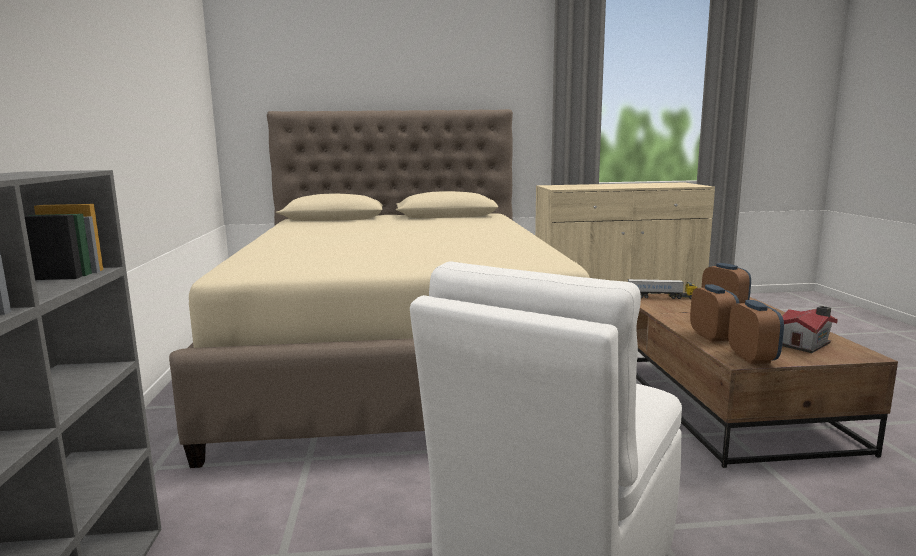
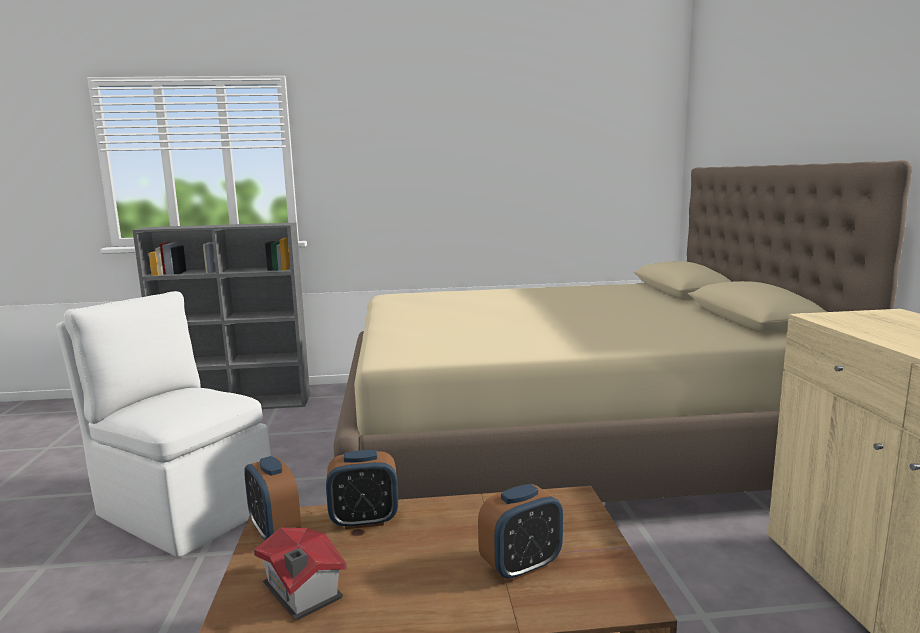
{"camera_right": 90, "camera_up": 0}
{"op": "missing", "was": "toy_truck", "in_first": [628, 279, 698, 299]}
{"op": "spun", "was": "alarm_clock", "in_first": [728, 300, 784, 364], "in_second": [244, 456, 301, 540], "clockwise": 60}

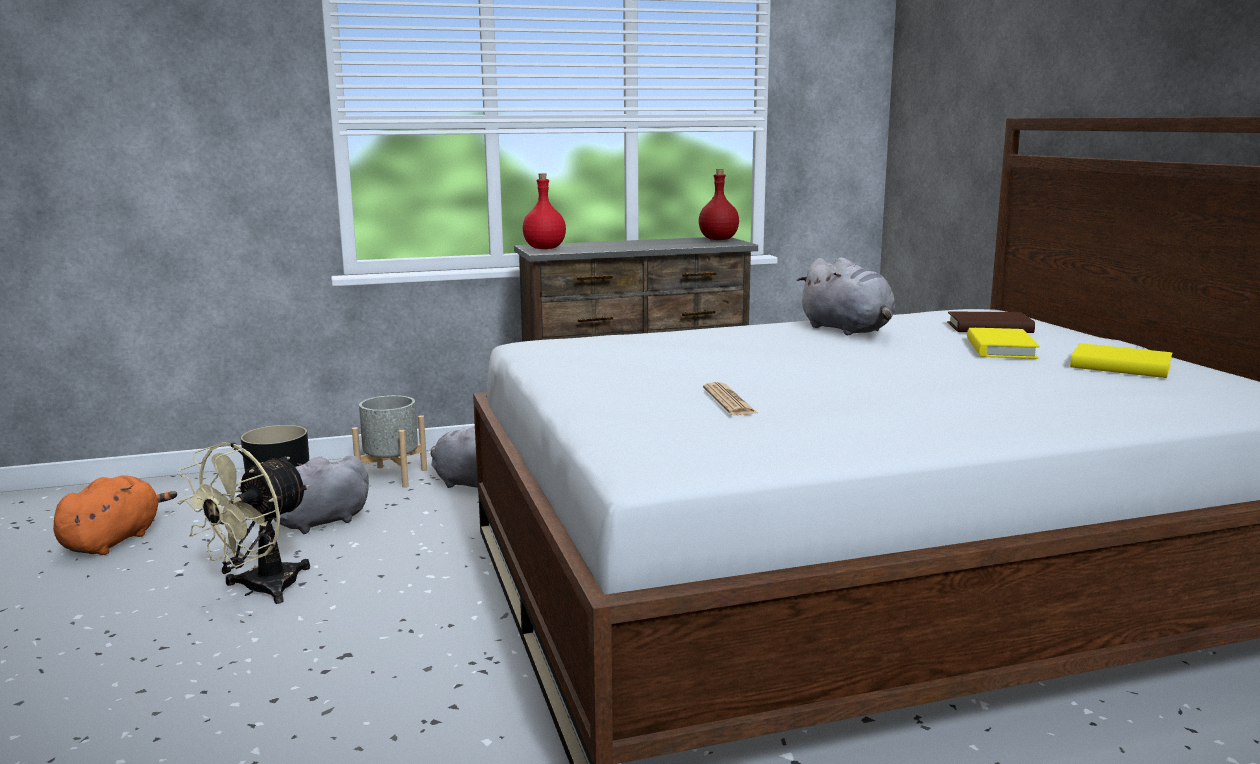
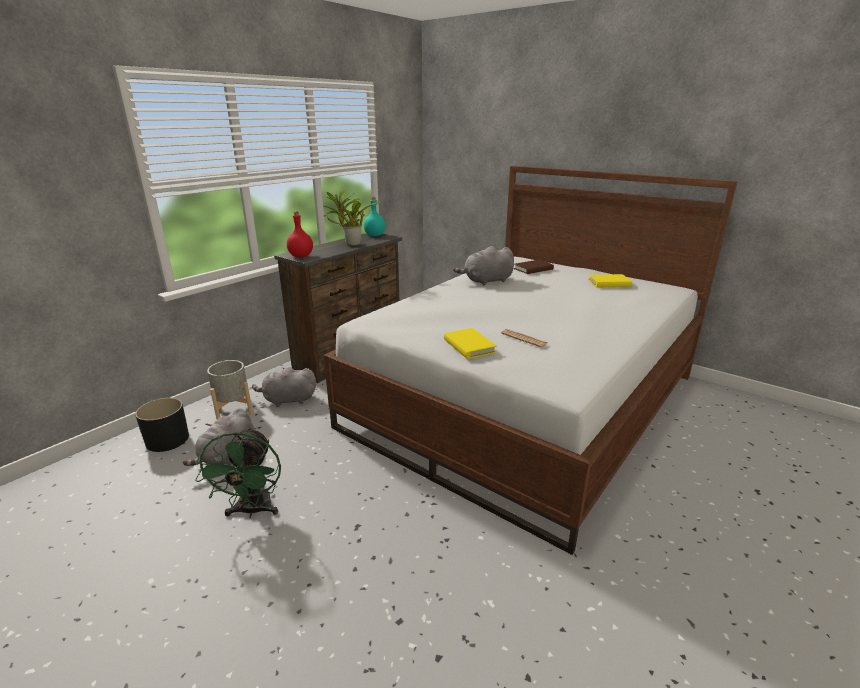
{"camera_right": -35, "camera_up": 10}
{"op": "missing", "was": "orange_plush_toy", "in_first": [53, 475, 177, 555]}
{"op": "appeared", "now": "potted_plant", "in_second": [323, 189, 381, 246]}
{"op": "relocated", "was": "yellow_book", "in_first": [967, 328, 1040, 359], "in_second": [444, 328, 497, 359]}
{"op": "colour", "was": "beige_fan", "now": "green_fan", "in_first": [177, 442, 310, 604], "in_second": [195, 427, 281, 518]}
{"op": "colour", "was": "red_bottle", "now": "turquoise_bottle", "in_first": [699, 169, 739, 240], "in_second": [363, 197, 386, 236]}
{"op": "spun", "was": "grey_plush_toy", "in_first": [797, 257, 896, 335], "in_second": [453, 246, 514, 285], "clockwise": 135}

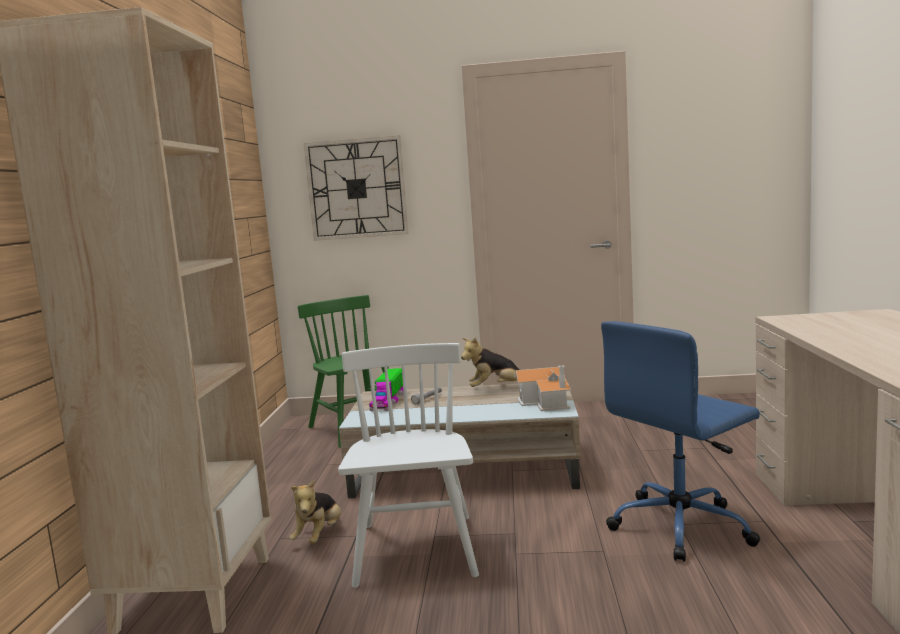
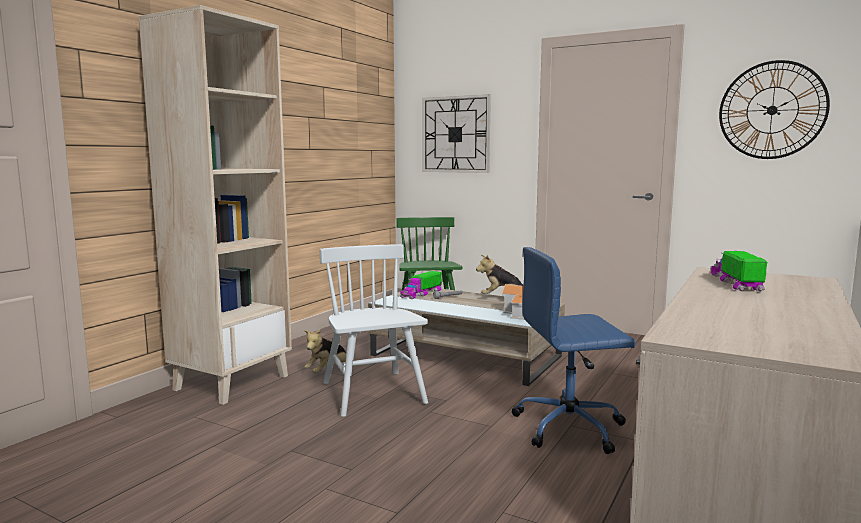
{"camera_right": 25, "camera_up": 0}
{"op": "appeared", "now": "toy_truck", "in_second": [711, 251, 767, 292]}
{"op": "appeared", "now": "wall_clock", "in_second": [719, 60, 830, 159]}
{"op": "spun", "was": "white_chair", "in_first": [338, 343, 479, 588], "in_second": [320, 244, 428, 417], "clockwise": -45}

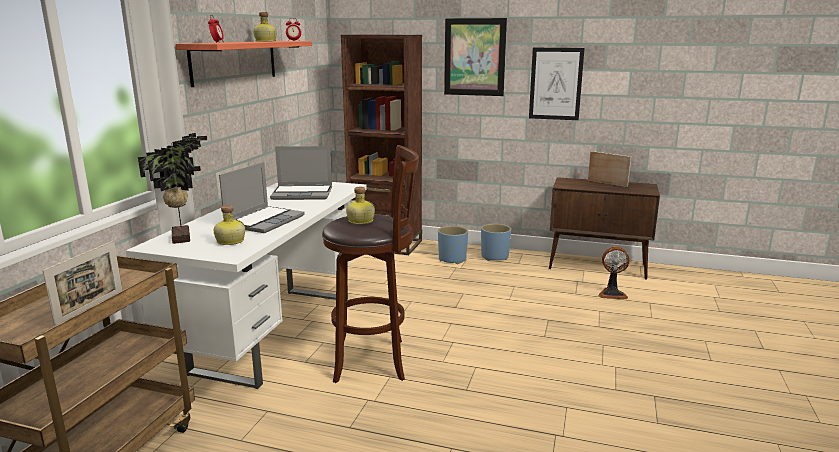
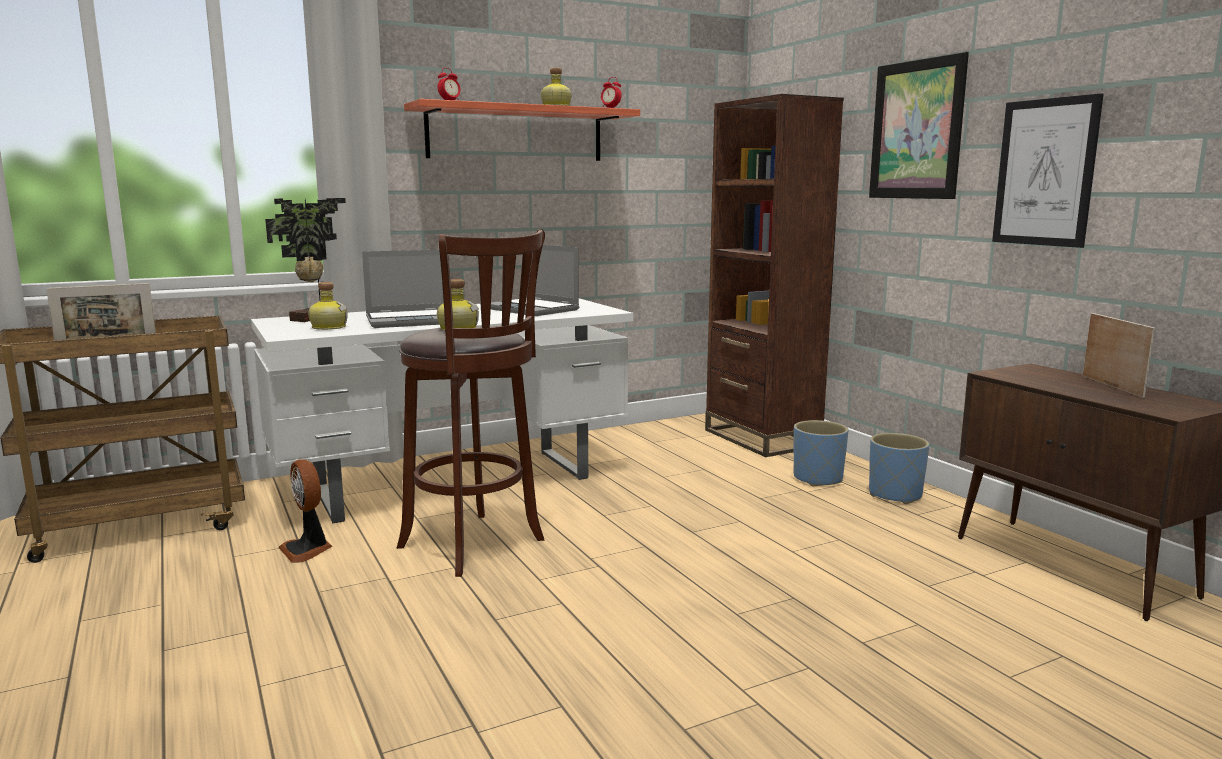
{"camera_right": 45, "camera_up": -5}
{"op": "relocated", "was": "fan", "in_first": [599, 247, 629, 299], "in_second": [278, 460, 332, 563]}

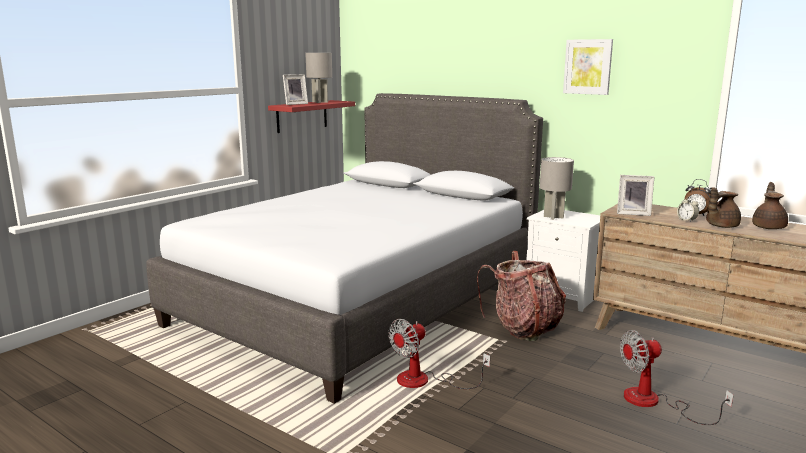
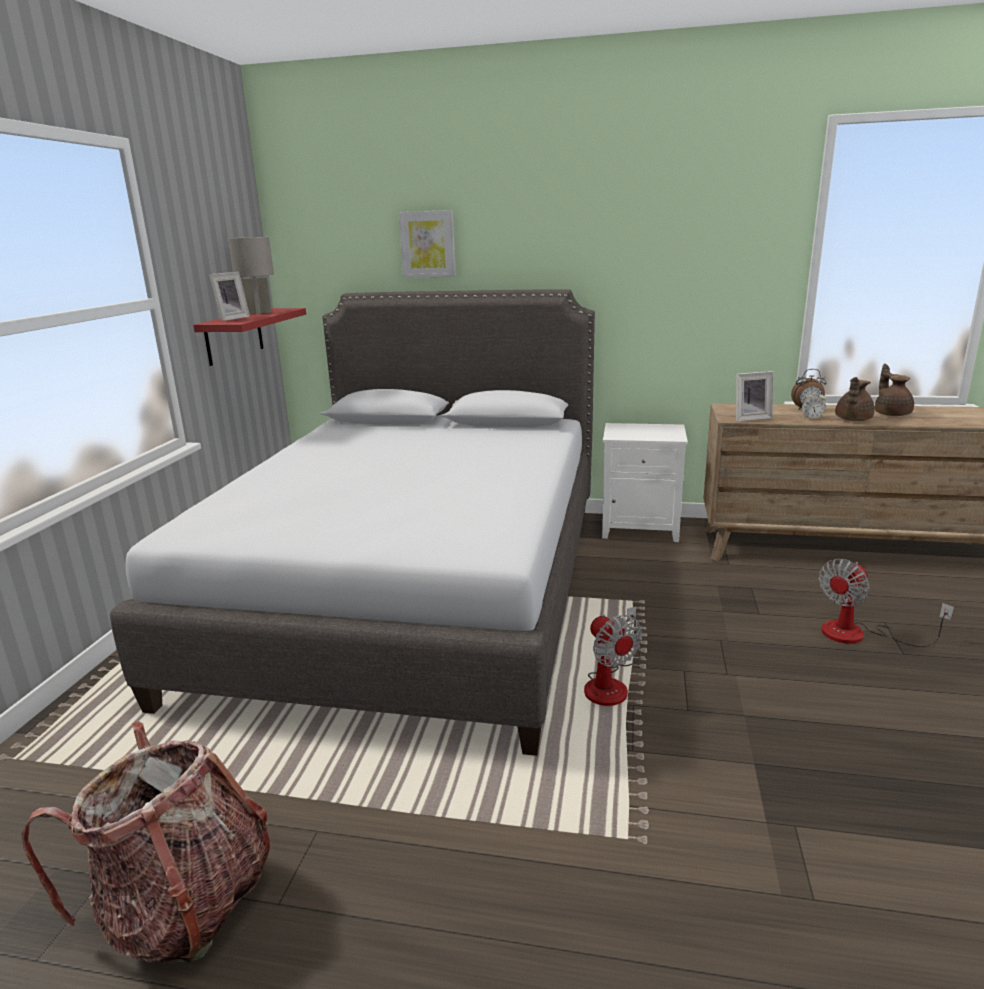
{"camera_right": -25, "camera_up": 5}
{"op": "missing", "was": "grey_table_lamp", "in_first": [540, 157, 574, 220]}
{"op": "relocated", "was": "backpack", "in_first": [477, 251, 566, 341], "in_second": [21, 721, 270, 964]}
{"op": "relocated", "was": "picture", "in_first": [563, 39, 613, 95], "in_second": [398, 210, 456, 278]}
{"op": "spun", "was": "fan", "in_first": [388, 319, 490, 389], "in_second": [584, 606, 642, 706], "clockwise": -45}

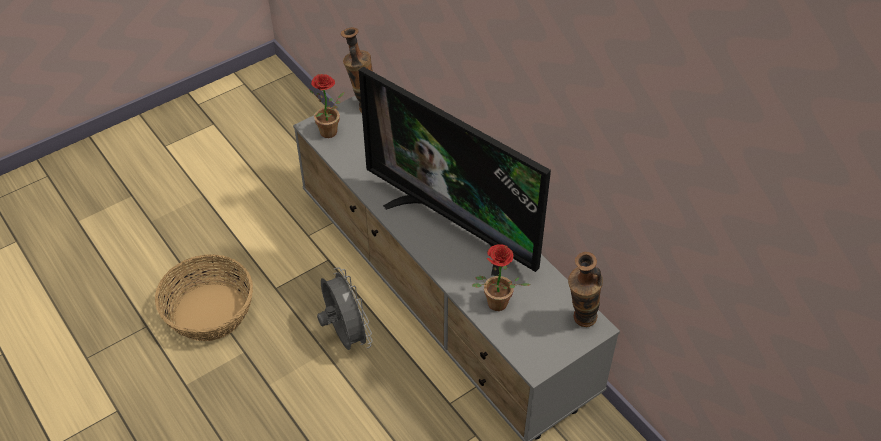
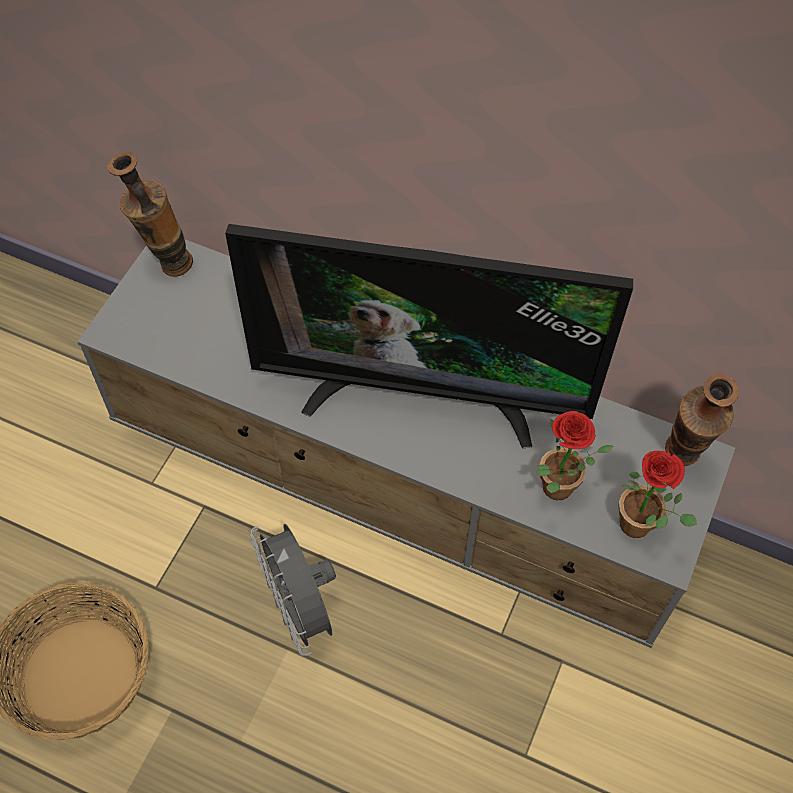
{"camera_right": -30, "camera_up": 10}
{"op": "relocated", "was": "potted_plant", "in_first": [308, 74, 344, 138], "in_second": [618, 451, 697, 538]}
{"op": "spun", "was": "grey_fan", "in_first": [317, 267, 372, 350], "in_second": [250, 524, 336, 656], "clockwise": -150}

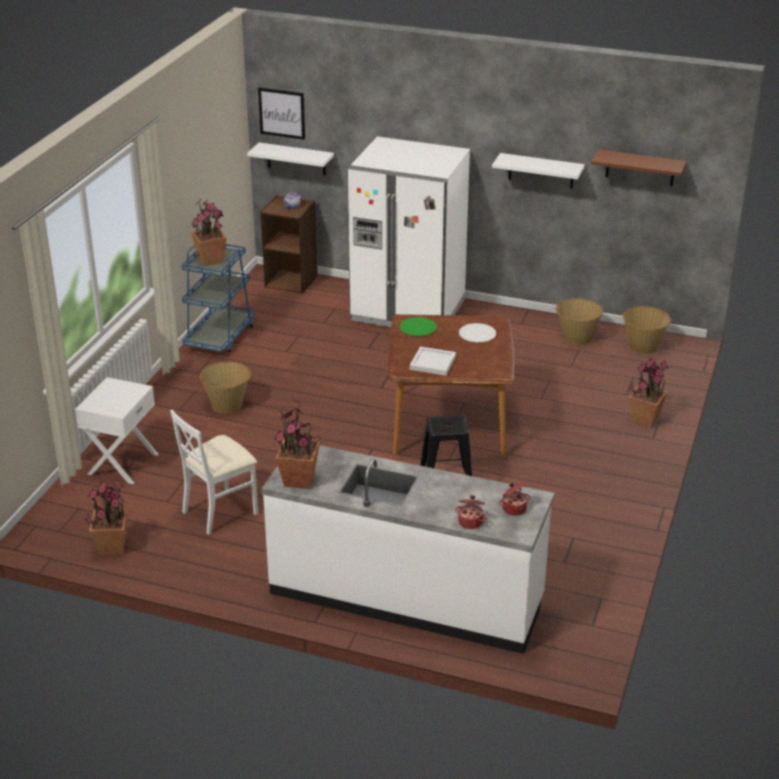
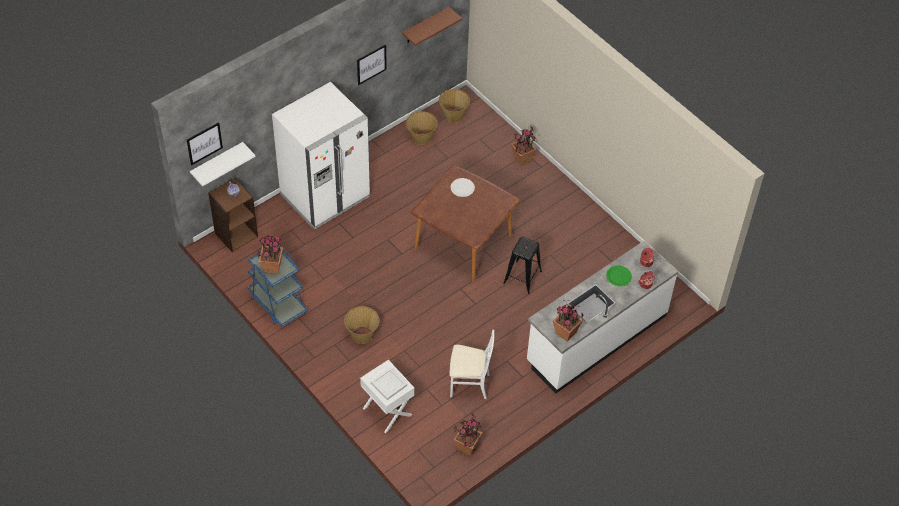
{"camera_right": -60, "camera_up": 20}
{"op": "relocated", "was": "green_plate", "in_first": [400, 317, 437, 336], "in_second": [606, 265, 632, 286]}
{"op": "relocated", "was": "white_tray", "in_first": [410, 347, 456, 376], "in_second": [371, 367, 407, 400]}
{"op": "exchanged", "was": "white_shelf", "now": "picture", "in_first": [492, 153, 585, 188], "in_second": [357, 44, 387, 85]}
{"op": "spun", "was": "white_chair", "in_first": [170, 410, 258, 535], "in_second": [450, 330, 494, 399], "clockwise": -75}

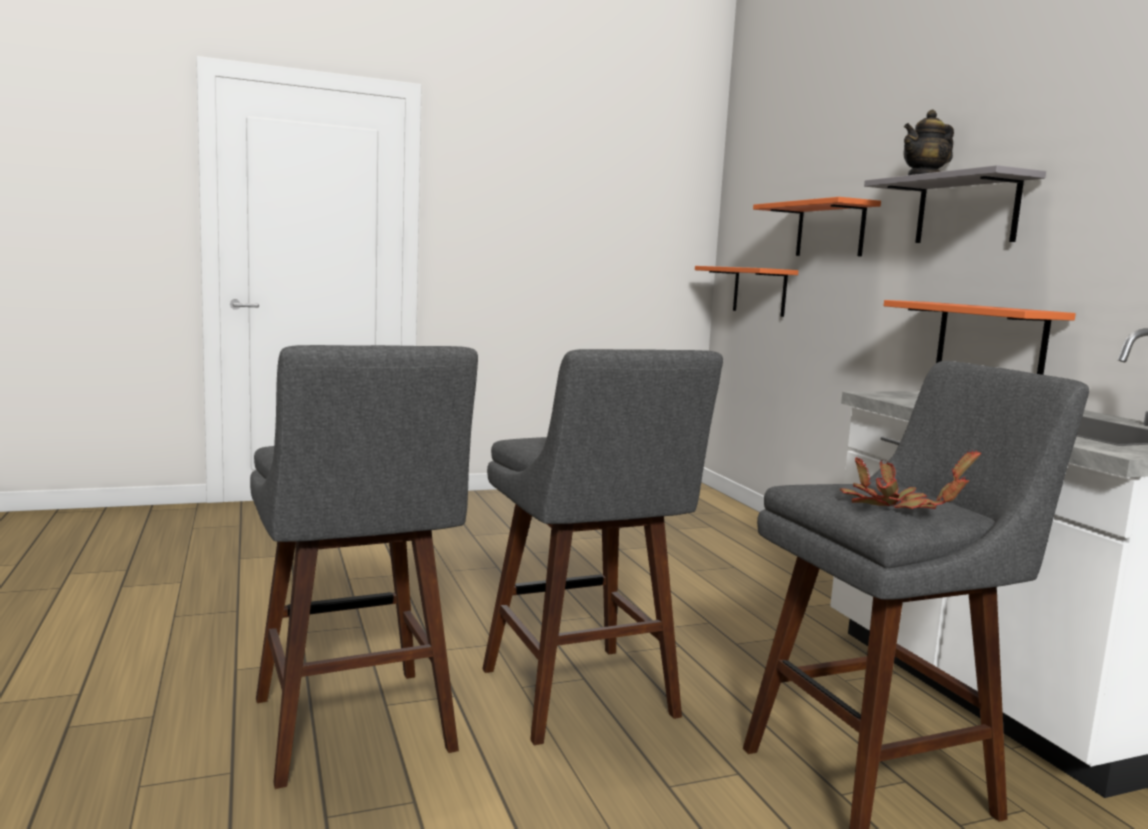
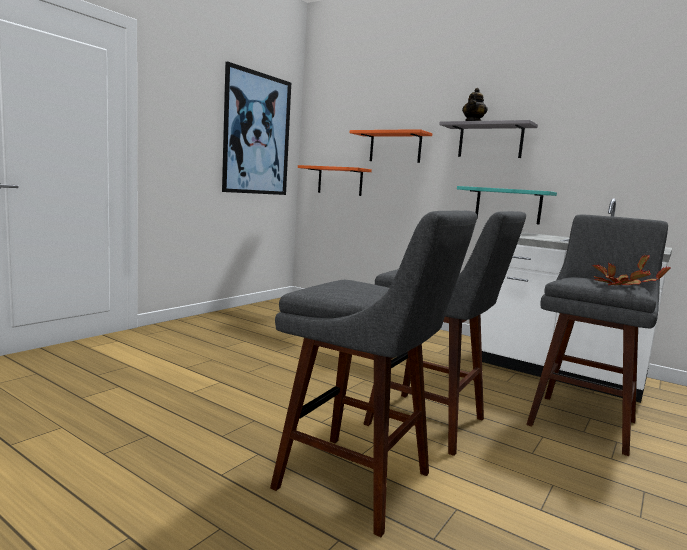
{"camera_right": -35, "camera_up": 0}
{"op": "appeared", "now": "picture", "in_second": [222, 62, 291, 195]}
{"op": "colour", "was": "orange_shelf", "now": "turquoise_shelf", "in_first": [884, 300, 1076, 375], "in_second": [457, 186, 557, 225]}

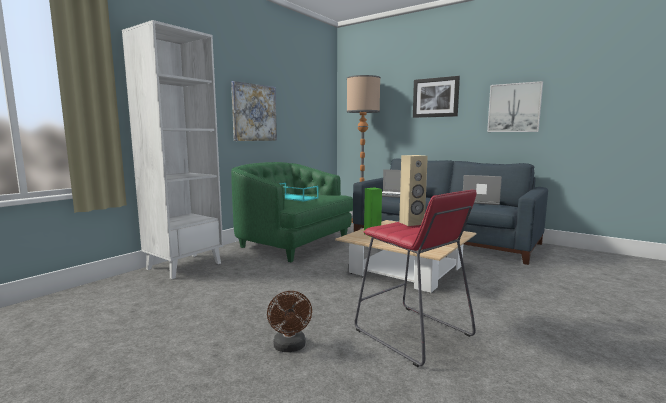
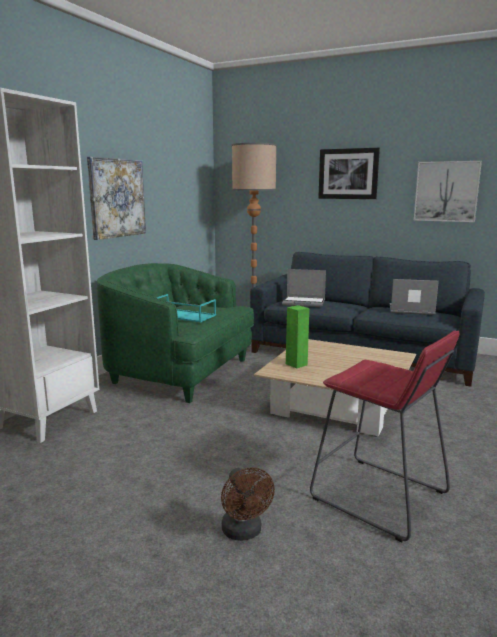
{"camera_right": -10, "camera_up": 5}
{"op": "missing", "was": "beige_speaker", "in_first": [399, 155, 428, 226]}

